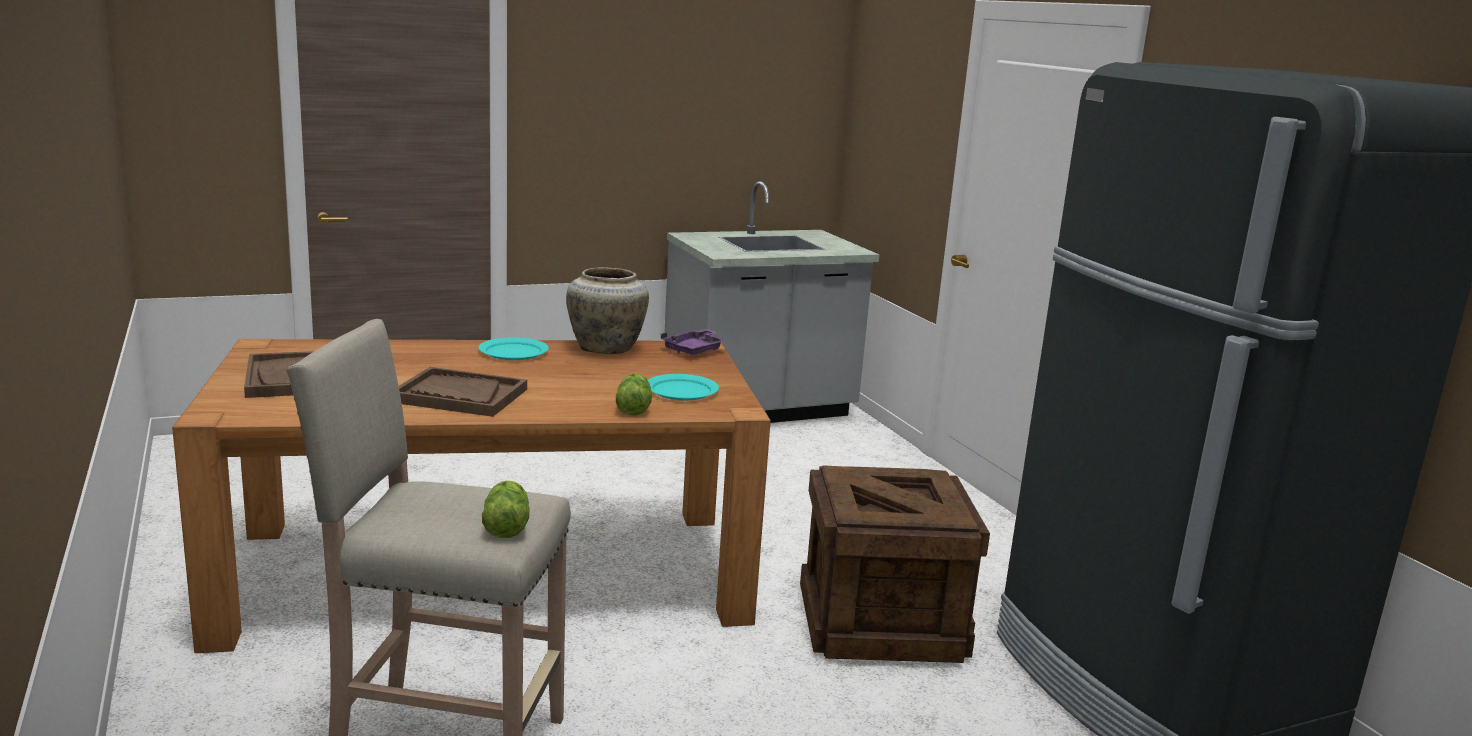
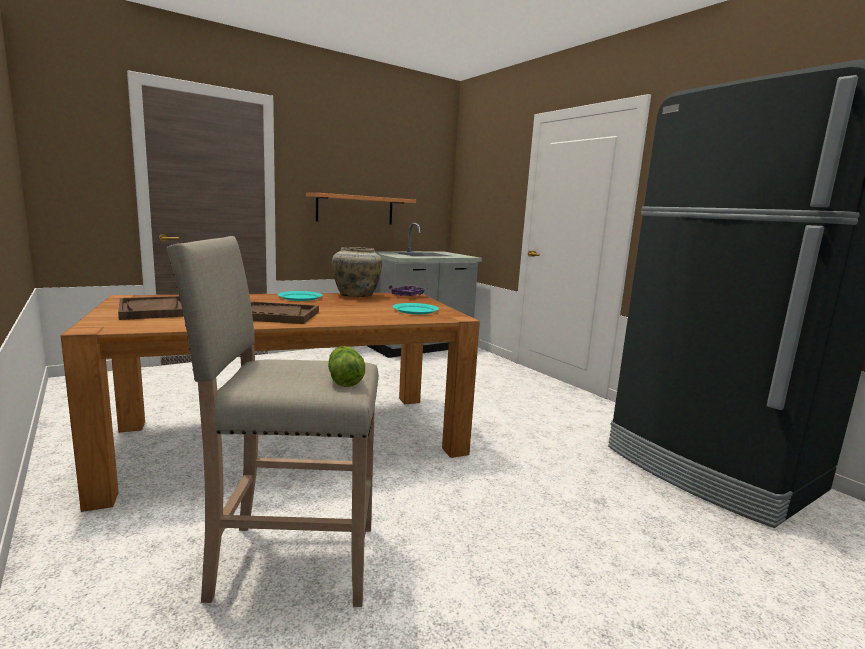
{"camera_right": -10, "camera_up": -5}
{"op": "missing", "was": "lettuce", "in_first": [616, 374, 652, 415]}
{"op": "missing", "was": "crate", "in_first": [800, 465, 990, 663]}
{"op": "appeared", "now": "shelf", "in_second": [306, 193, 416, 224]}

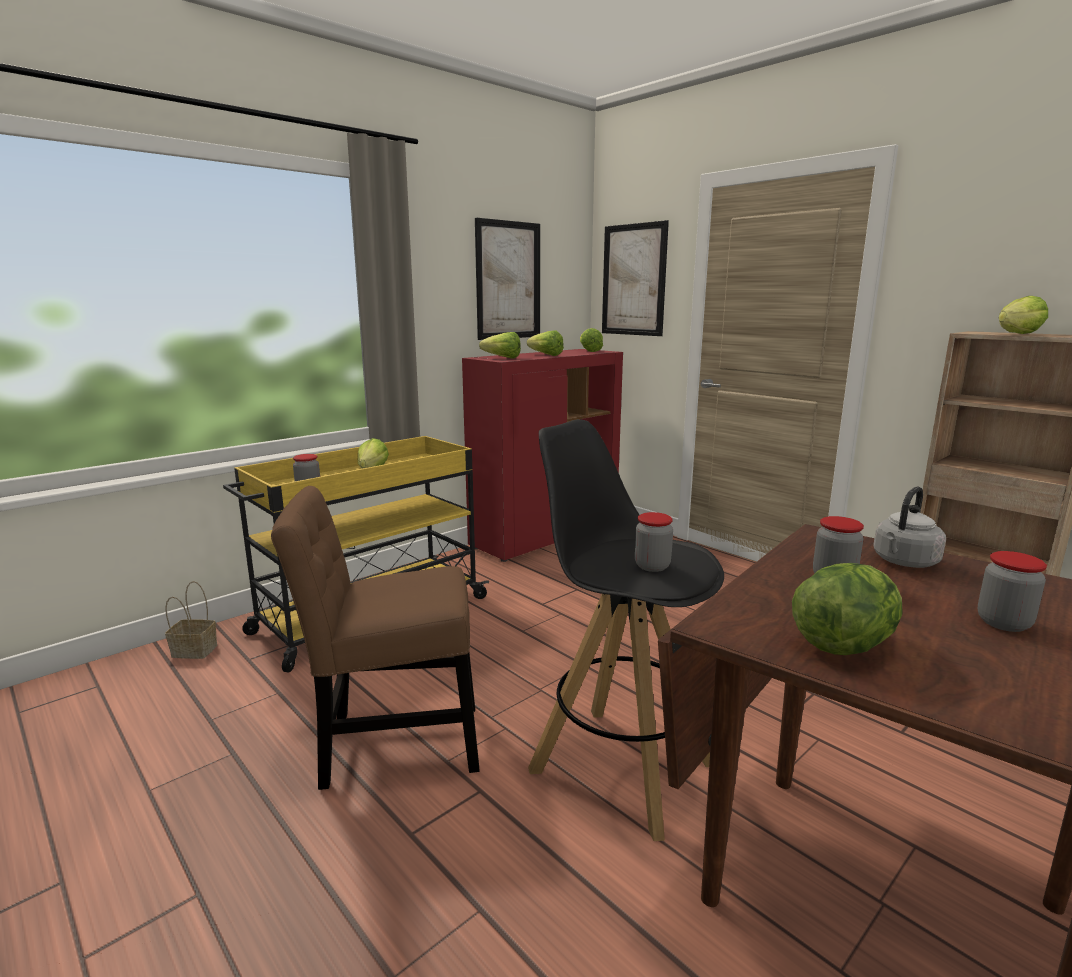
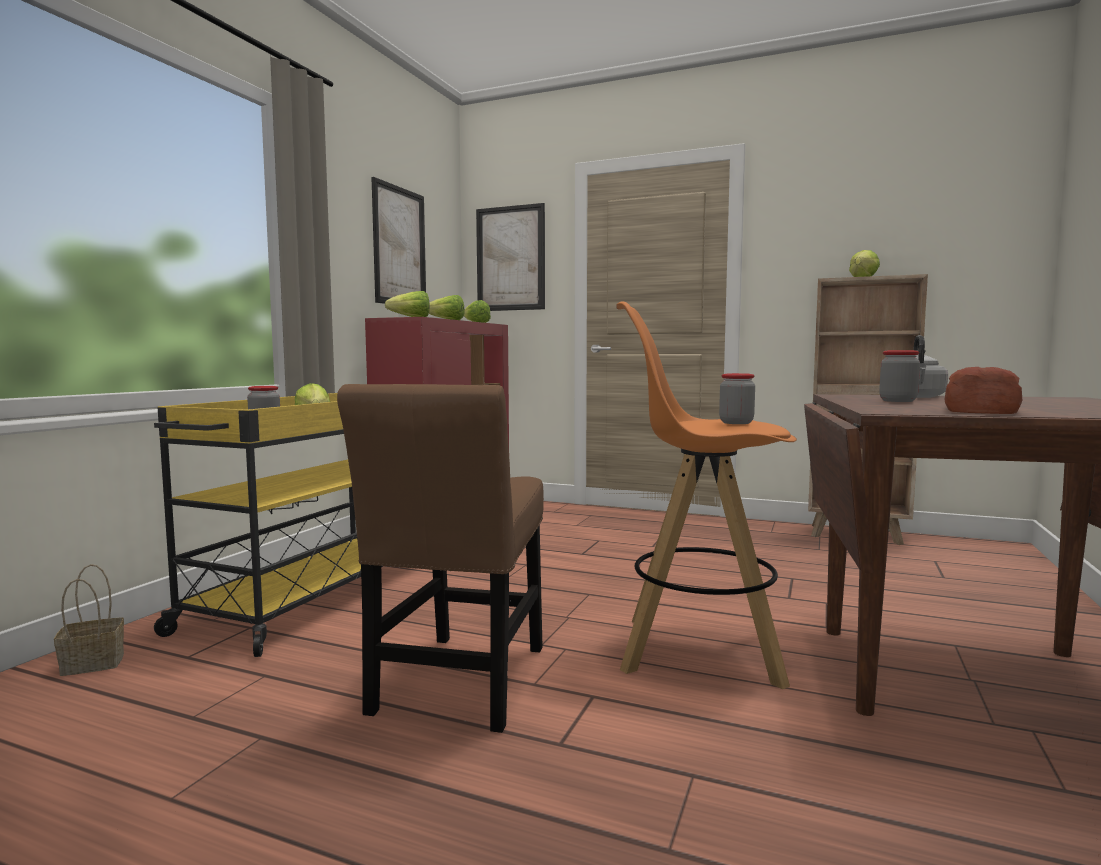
{"camera_right": -25, "camera_up": -10}
{"op": "missing", "was": "jar", "in_first": [978, 551, 1047, 632]}
{"op": "exchanged", "was": "lettuce", "now": "bread", "in_first": [792, 563, 902, 655], "in_second": [944, 367, 1022, 414]}
{"op": "colour", "was": "black_stool", "now": "orange_stool", "in_first": [528, 419, 724, 841], "in_second": [616, 301, 797, 689]}
{"op": "spun", "was": "brown_chair", "in_first": [271, 486, 480, 790], "in_second": [337, 384, 544, 733], "clockwise": -45}

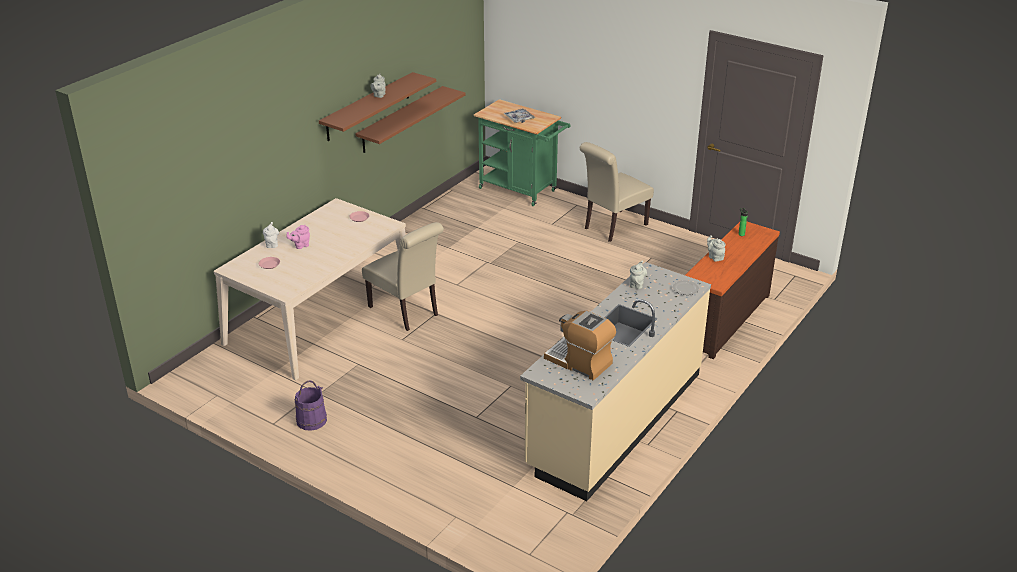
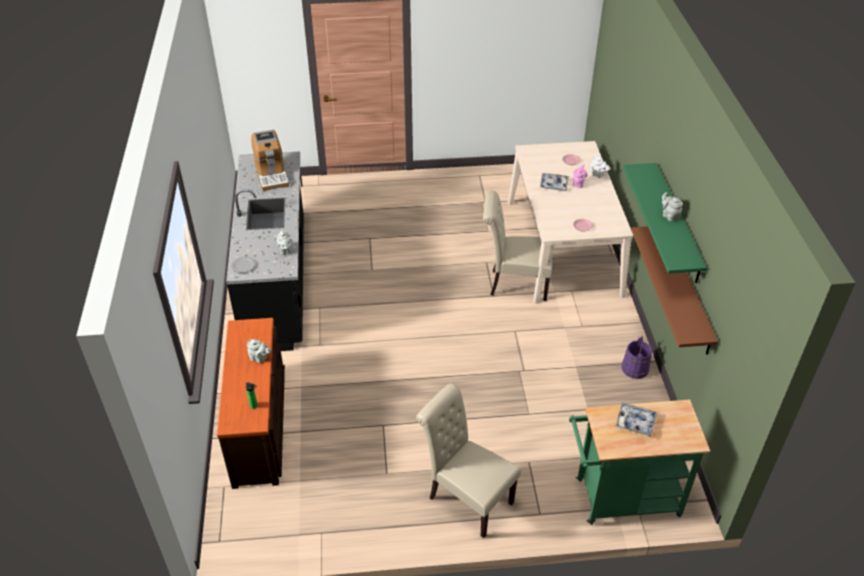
{"camera_right": 140, "camera_up": 10}
{"op": "appeared", "now": "tray", "in_second": [540, 173, 569, 191]}
{"op": "relocated", "was": "purple_bucket", "in_first": [294, 380, 327, 431], "in_second": [622, 336, 652, 379]}
{"op": "colour", "was": "brown_shelf", "now": "green_shelf", "in_first": [319, 72, 436, 141], "in_second": [623, 163, 707, 283]}
{"op": "colour", "was": "beige_counter", "now": "black_counter", "in_first": [520, 262, 711, 501], "in_second": [226, 151, 304, 351]}
{"op": "spun", "was": "coffee_machine", "in_first": [544, 311, 616, 380], "in_second": [251, 130, 289, 191], "clockwise": 75}
{"op": "spun", "was": "beige_chair", "in_first": [580, 142, 654, 242], "in_second": [416, 383, 521, 538], "clockwise": -60}

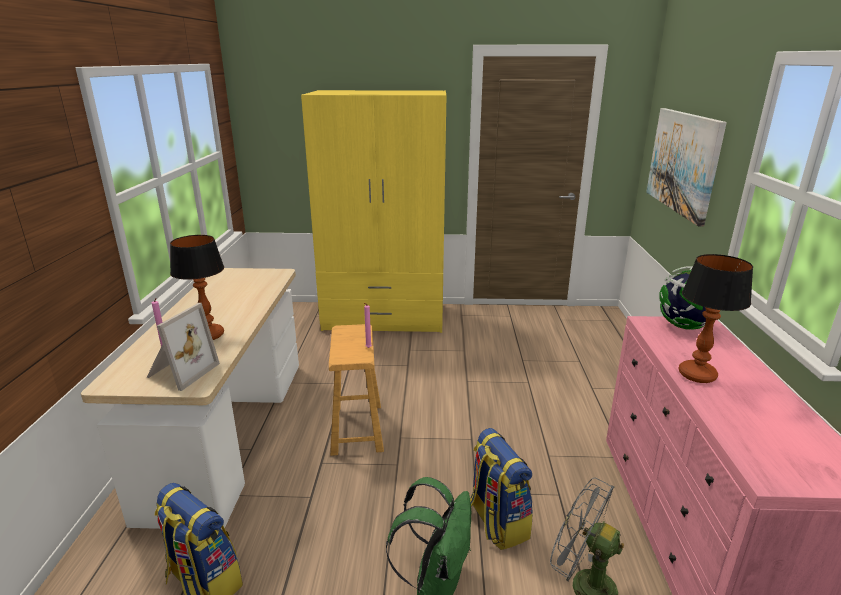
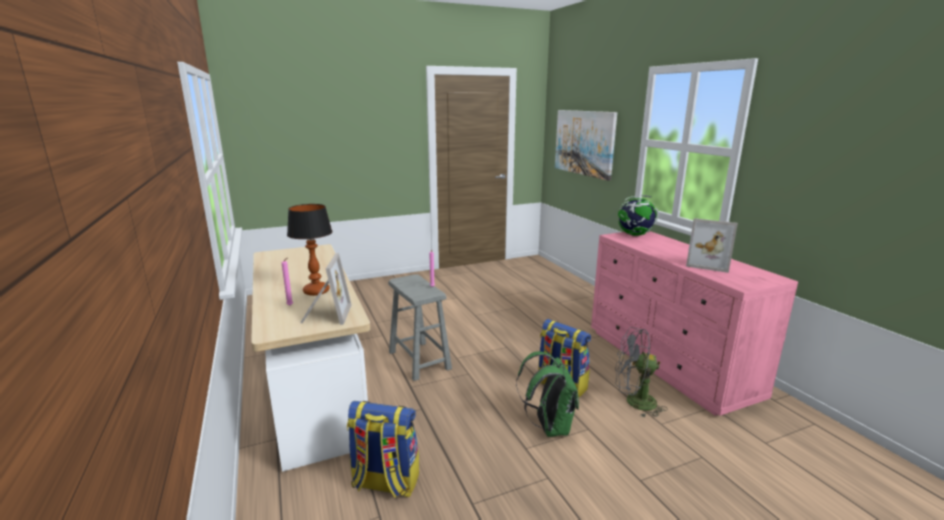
{"camera_right": -25, "camera_up": -5}
{"op": "missing", "was": "yellow_wardrobe", "in_first": [301, 90, 447, 333]}
{"op": "missing", "was": "table_lamp", "in_first": [679, 254, 753, 383]}
{"op": "appeared", "now": "picture_frame", "in_second": [686, 218, 738, 273]}
{"op": "colour", "was": "brown_stool", "now": "grey_stool", "in_first": [329, 324, 384, 456], "in_second": [388, 274, 452, 381]}

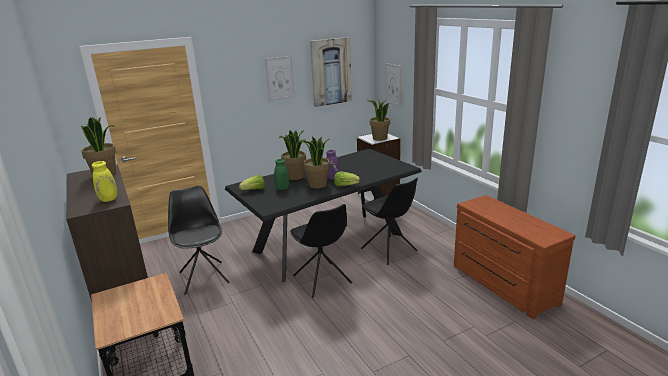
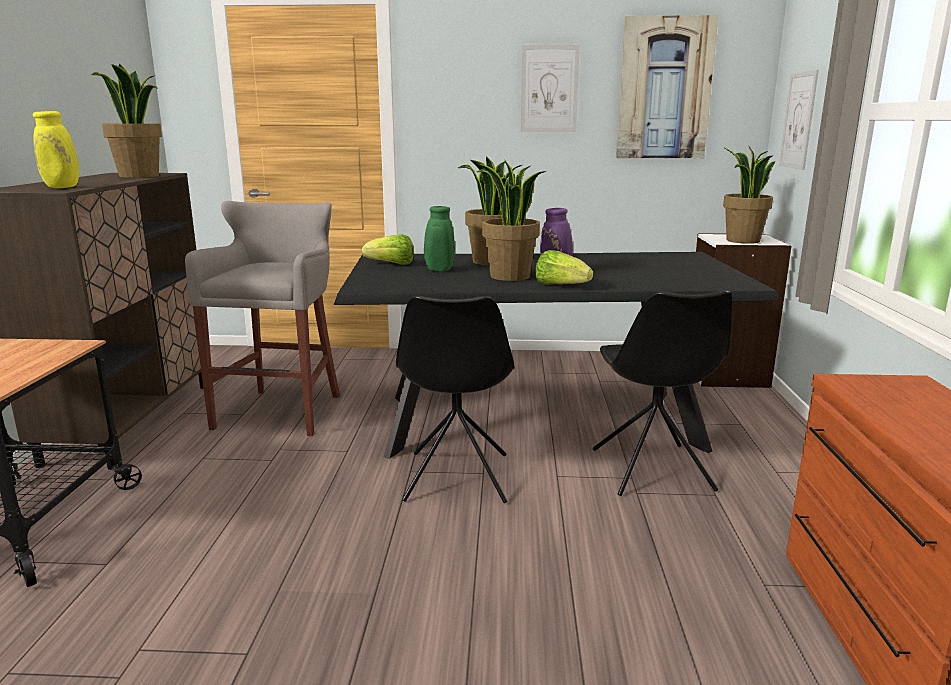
{"camera_right": 30, "camera_up": -5}
{"op": "exchanged", "was": "black_chair", "now": "grey_stool", "in_first": [168, 185, 230, 295], "in_second": [185, 201, 340, 436]}

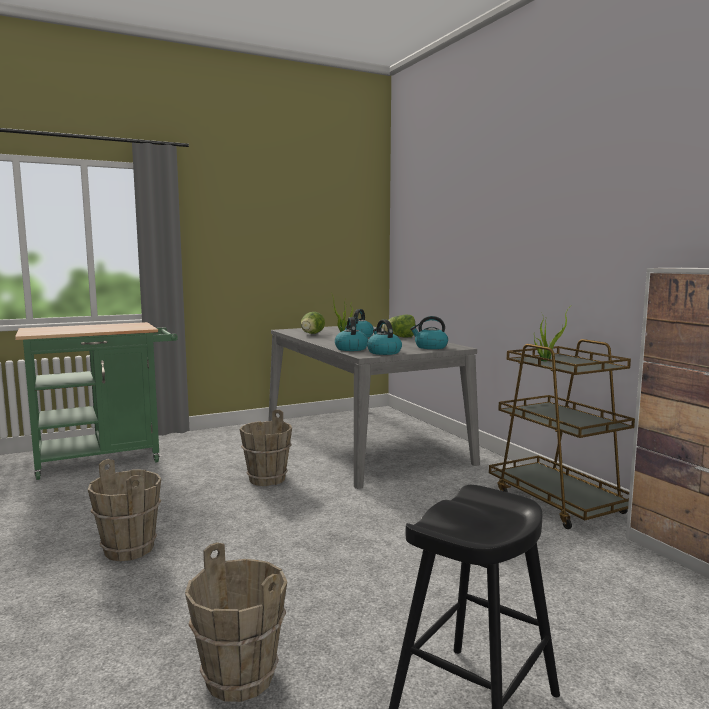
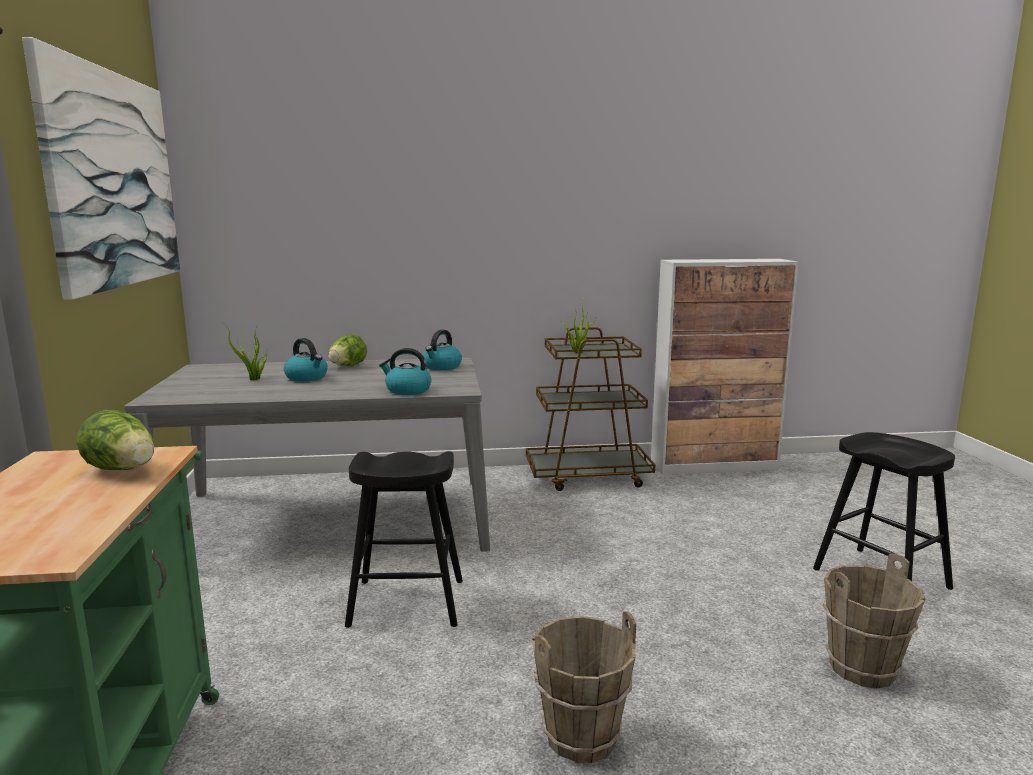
{"camera_right": -70, "camera_up": 5}
{"op": "missing", "was": "kettle", "in_first": [367, 319, 402, 355]}
{"op": "appeared", "now": "picture", "in_second": [22, 37, 180, 300]}
{"op": "relocated", "was": "lettuce", "in_first": [301, 312, 325, 334], "in_second": [77, 410, 154, 470]}
{"op": "exchanged", "was": "brown_bucket", "now": "black_stool", "in_first": [240, 409, 292, 486], "in_second": [345, 451, 463, 628]}

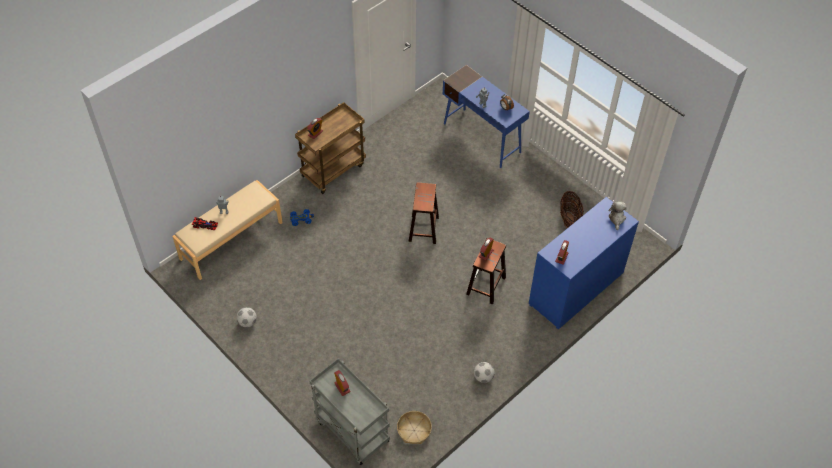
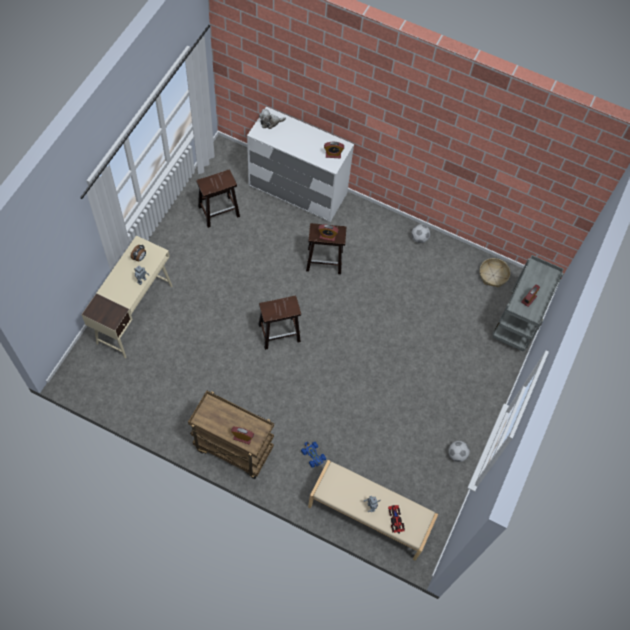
{"camera_right": -115, "camera_up": 10}
{"op": "exchanged", "was": "basket", "now": "brown_stool", "in_first": [560, 191, 584, 228], "in_second": [196, 169, 240, 228]}
{"op": "colour", "was": "blue_desk", "now": "beige_desk", "in_first": [443, 65, 530, 168], "in_second": [81, 236, 173, 358]}
{"op": "colour", "was": "blue_dresser", "now": "white_dresser", "in_first": [529, 197, 639, 329], "in_second": [247, 107, 354, 222]}

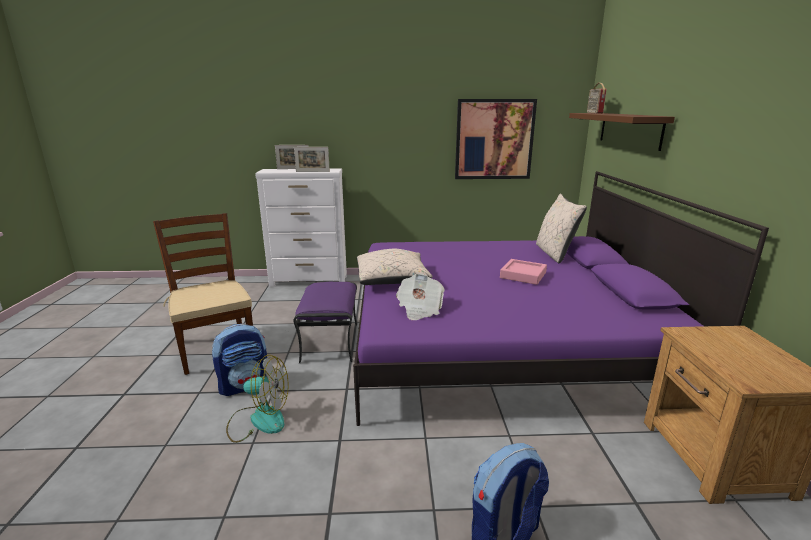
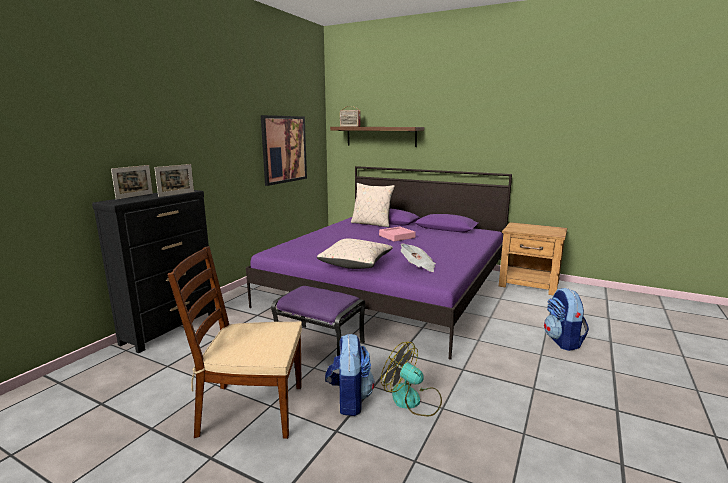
{"camera_right": -60, "camera_up": -5}
{"op": "colour", "was": "white_dresser", "now": "black_dresser", "in_first": [255, 169, 347, 287], "in_second": [92, 190, 215, 353]}
{"op": "spun", "was": "fan", "in_first": [226, 355, 289, 443], "in_second": [381, 342, 442, 416], "clockwise": -90}

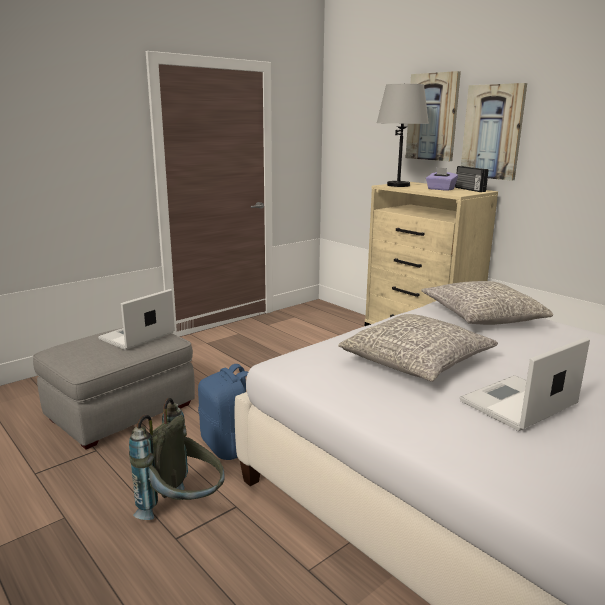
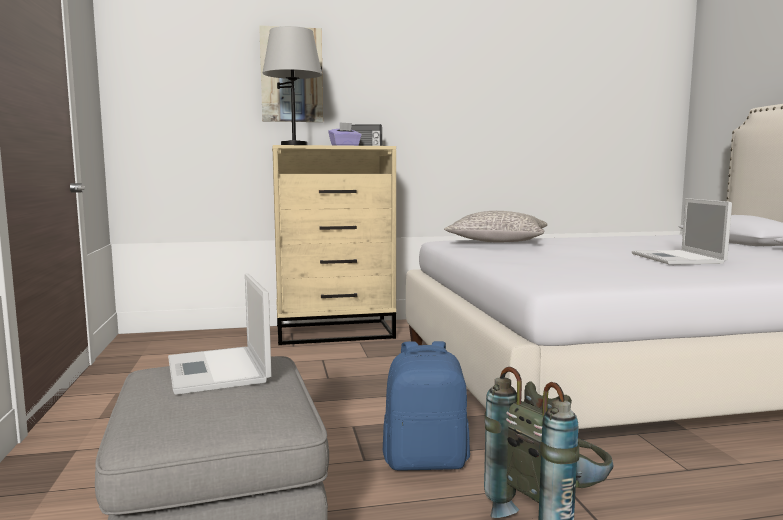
{"camera_right": -60, "camera_up": -10}
{"op": "missing", "was": "grey_pillow", "in_first": [338, 314, 498, 382]}
{"op": "missing", "was": "picture", "in_first": [461, 83, 527, 181]}

